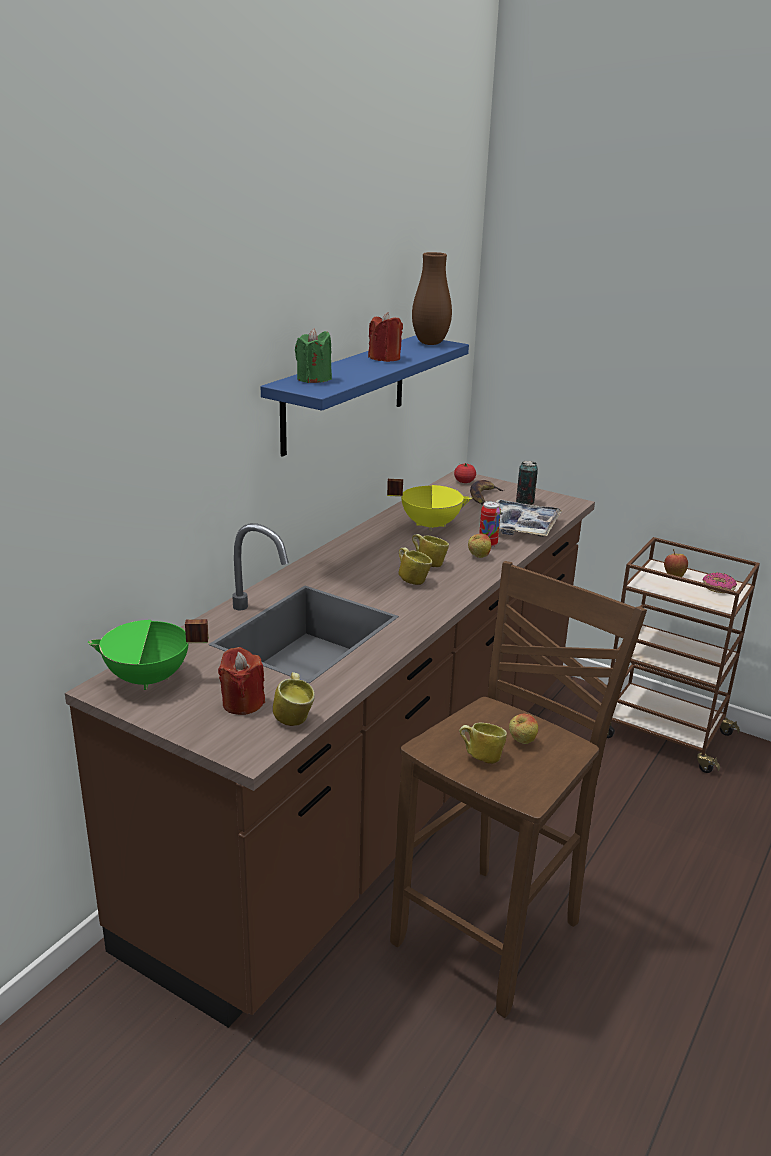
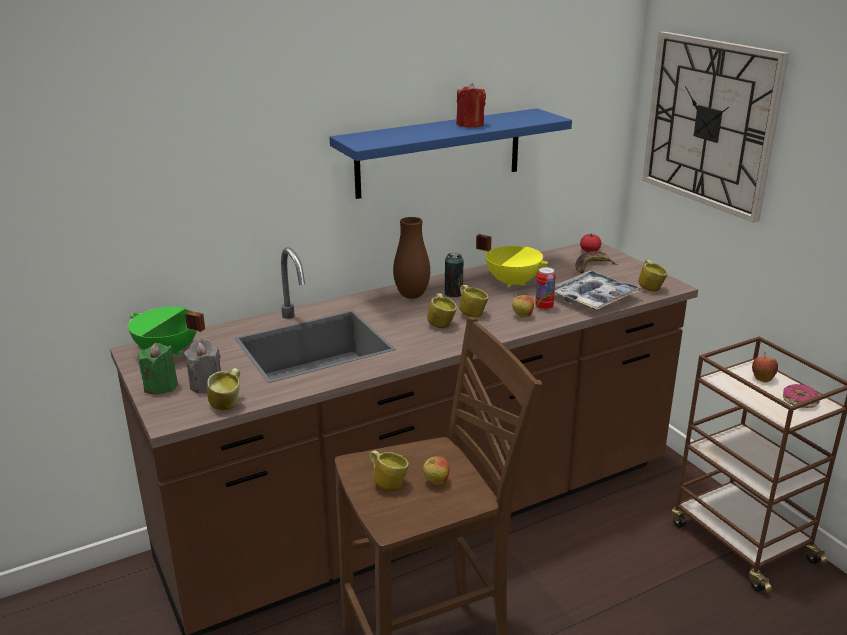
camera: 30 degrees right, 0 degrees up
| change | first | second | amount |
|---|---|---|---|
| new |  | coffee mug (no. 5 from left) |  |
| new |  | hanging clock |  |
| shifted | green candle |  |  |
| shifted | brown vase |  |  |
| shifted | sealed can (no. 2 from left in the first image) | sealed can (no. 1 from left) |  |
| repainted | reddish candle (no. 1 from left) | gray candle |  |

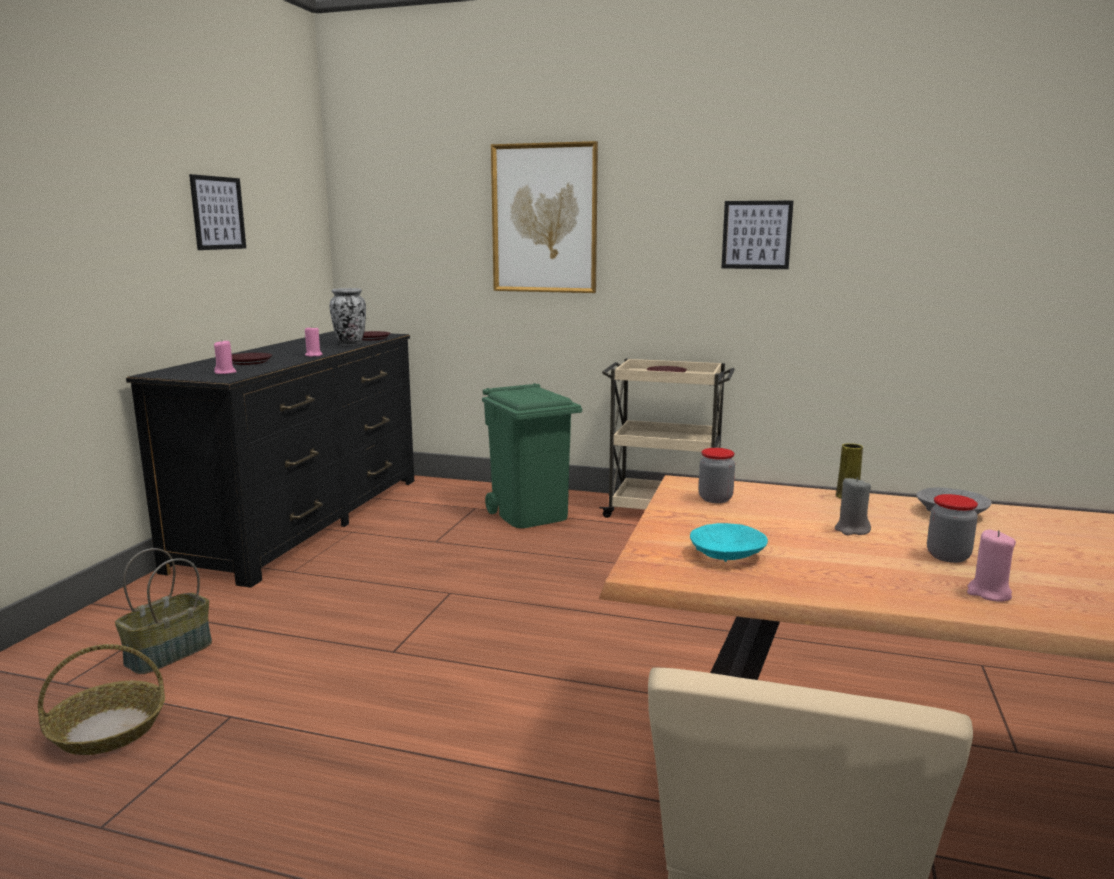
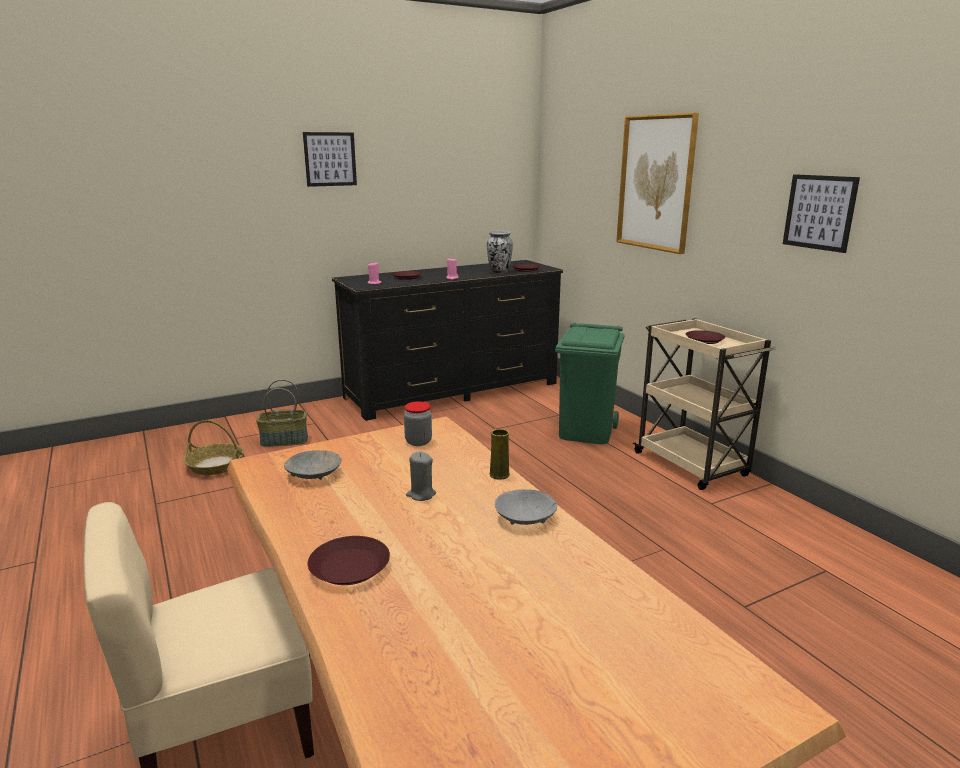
camera: 45 degrees right, 5 degrees up
| change | first | second | amount |
|---|---|---|---|
| gone | jar (no. 2 from left) |  |  |
| shifted | wall picture (no. 1 from left) |  |  |
| swapped | pink candle (no. 3 from left) | brown flat dish (no. 1 from left) |  |
| repainted | turquoise serving bowl | gray serving bowl (no. 1 from left) |  |

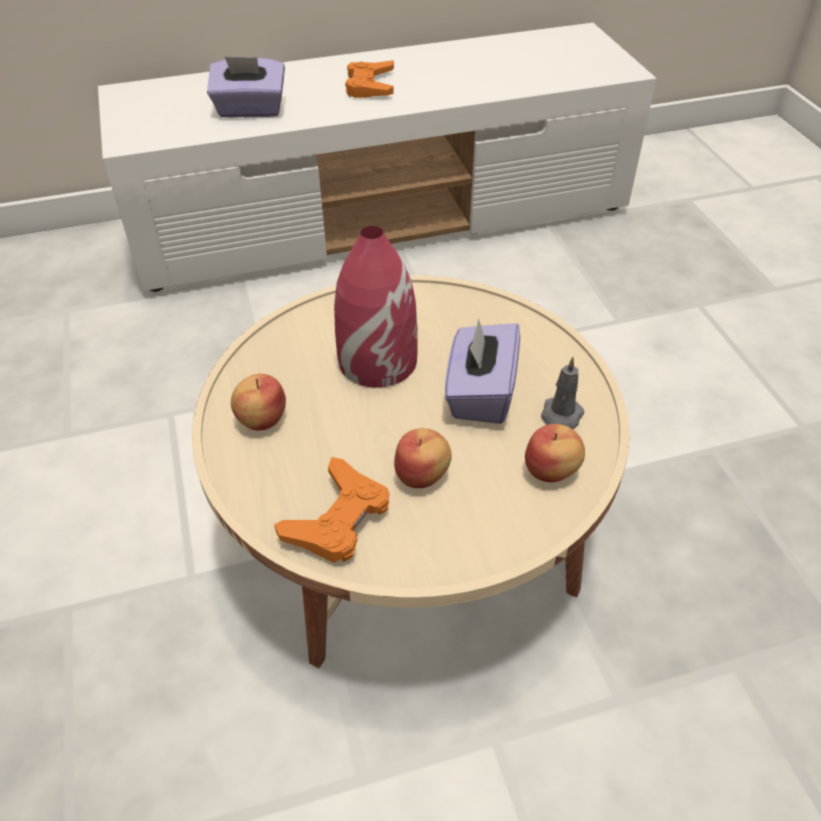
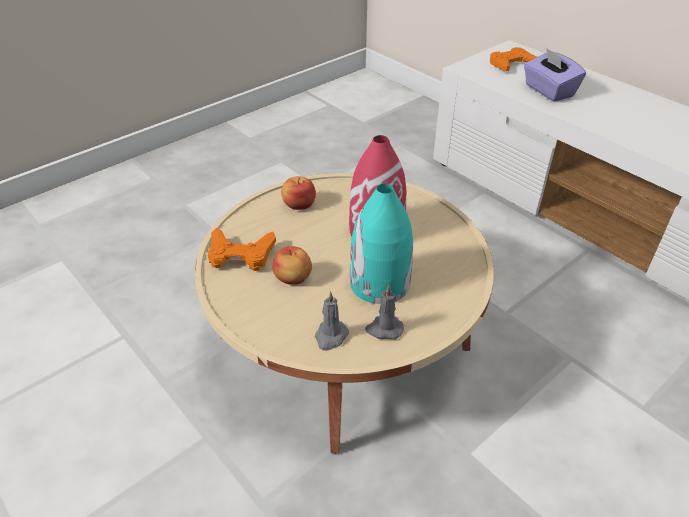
camera: 65 degrees right, 5 degrees down
| change | first | second | amount |
|---|---|---|---|
| shifted | orange joypad (no. 2 from left) |  |  |
| swapped | purplish tissue holder (no. 2 from left) | turquoise vase |  |
| swapped | apple (no. 3 from left) | gray candle (no. 1 from left) |  |

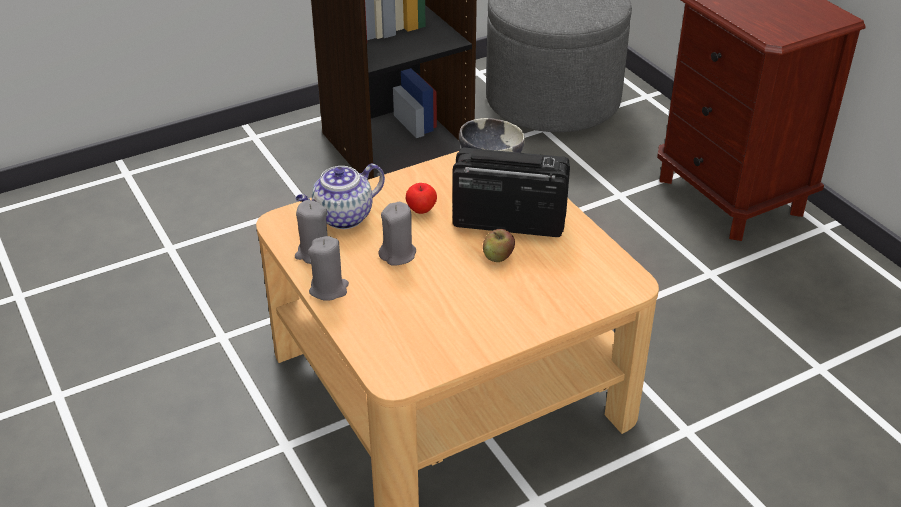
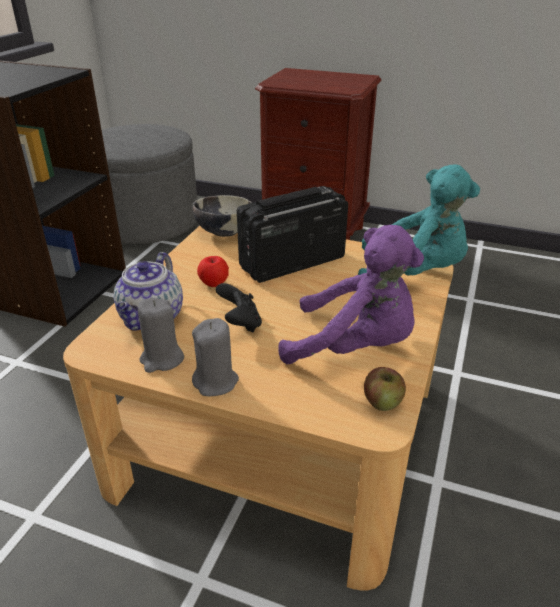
camera: 40 degrees left, 5 degrees down
| change | first | second | amount |
|---|---|---|---|
| new |  | purplish plush toy |  |
| new |  | turquoise plush toy |  |
| shifted | apple (no. 2 from left) |  |  |
| swapped | gray candle (no. 3 from left) | black joypad |  |

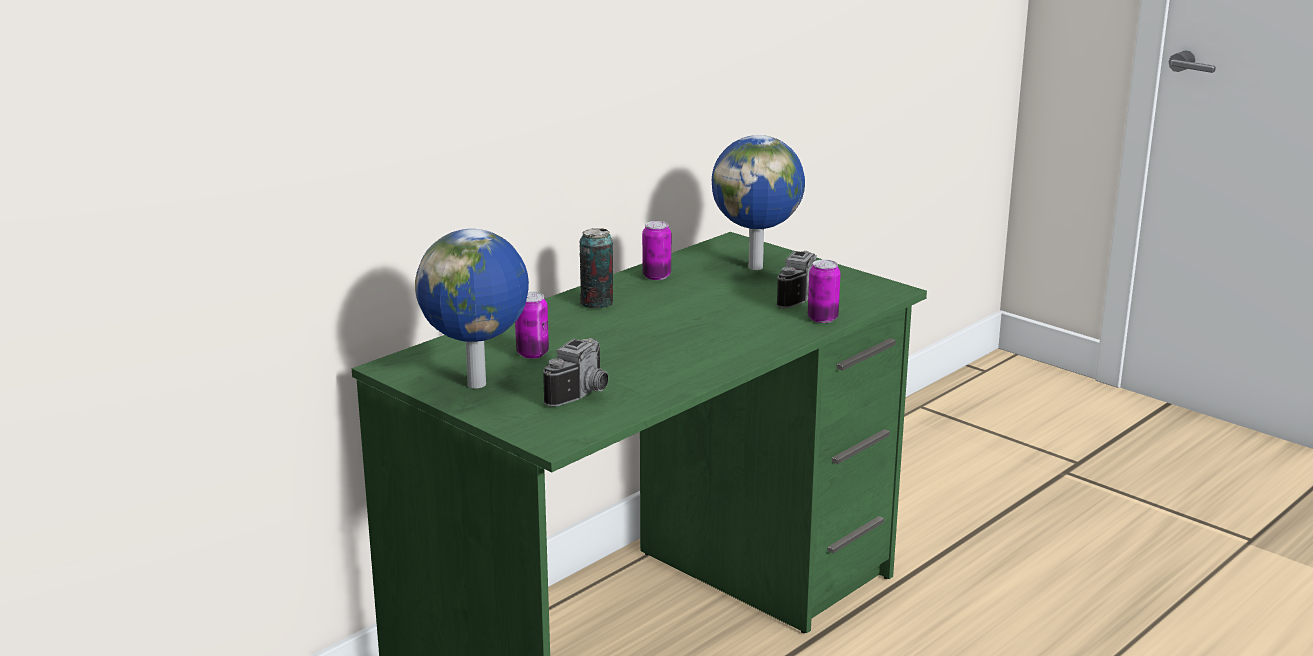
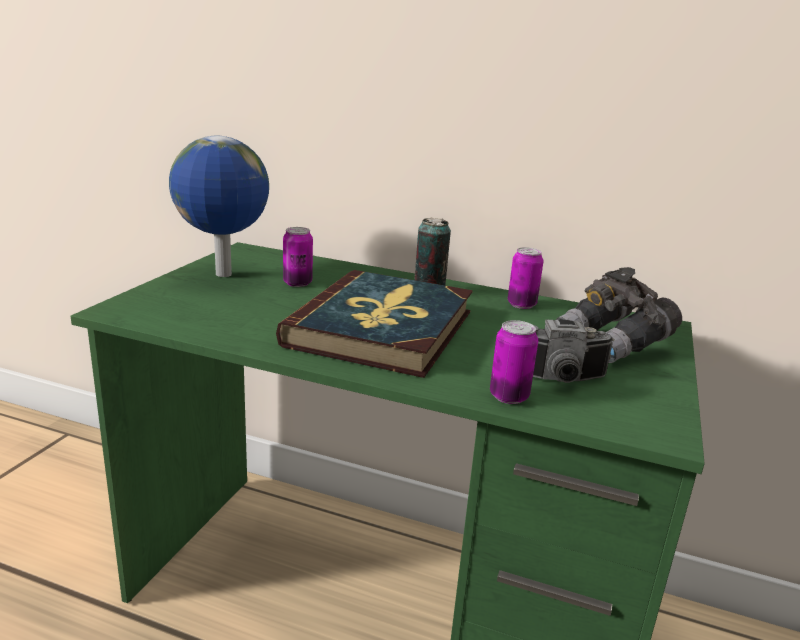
camera: 65 degrees right, 0 degrees up
| change | first | second | amount |
|---|---|---|---|
| gone | still camera (no. 1 from left) |  |  |
| new |  | bound book |  |
| swapped | desk globe (no. 2 from left) | gray pair of binoculars |  |

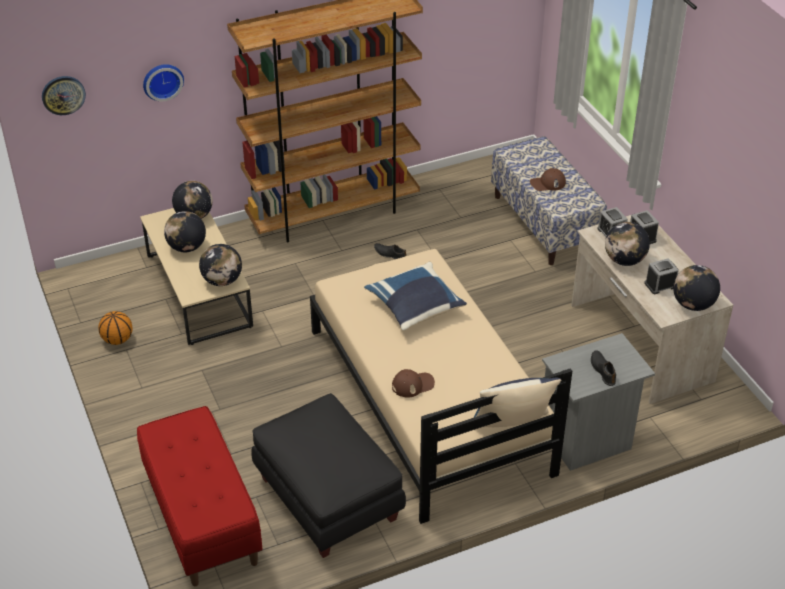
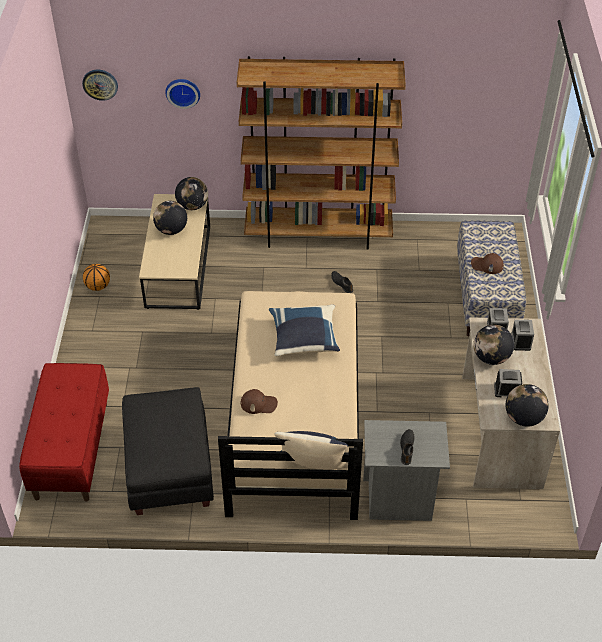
camera: 25 degrees right, 5 degrees up
| change | first | second | amount |
|---|---|---|---|
| gone | desk globe (no. 3 from left) |  |  |

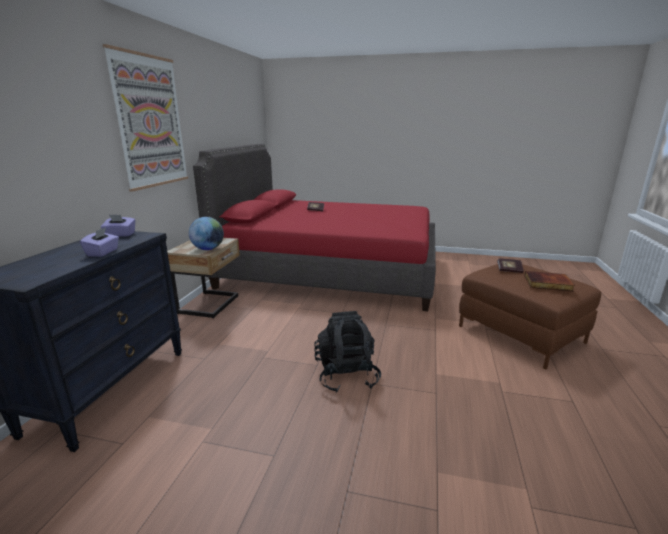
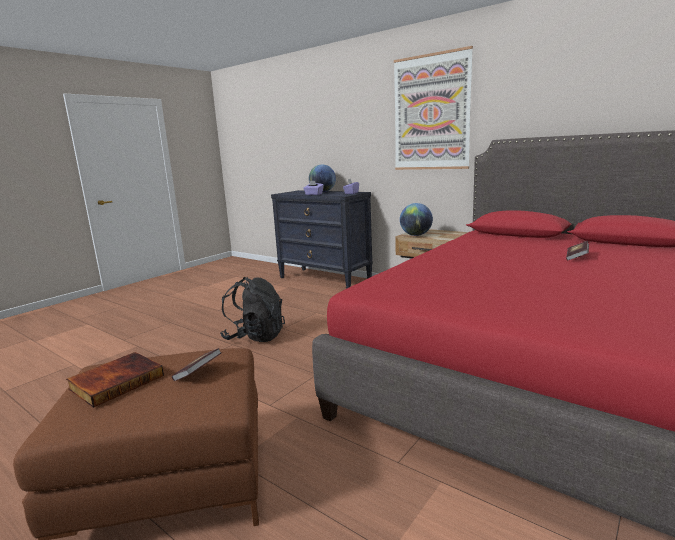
camera: 115 degrees right, 5 degrees down
| change | first | second | amount |
|---|---|---|---|
| new |  | desk globe (no. 1 from left) |  |

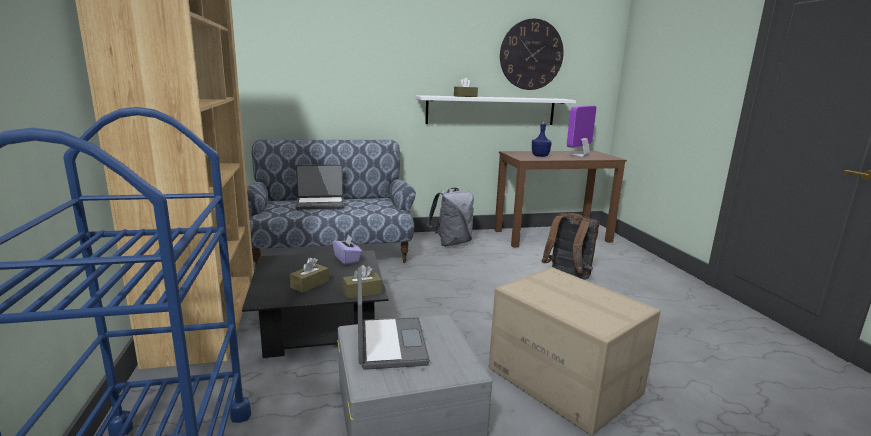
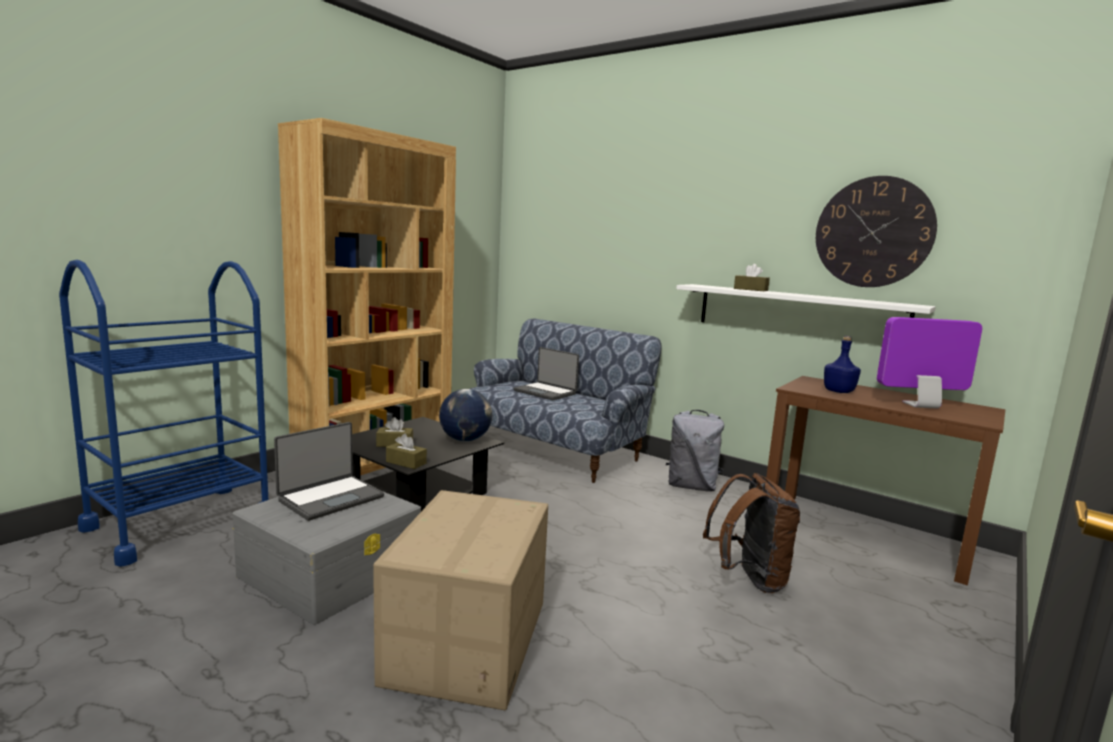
camera: 50 degrees right, 5 degrees down
| change | first | second | amount |
|---|---|---|---|
| swapped | purplish tissue holder | desk globe |  |

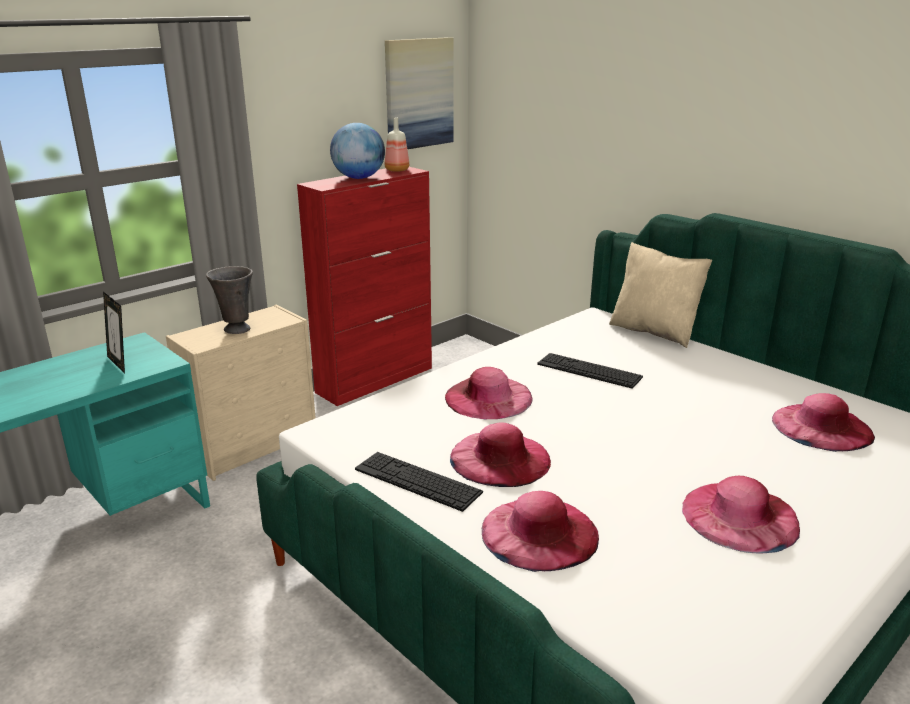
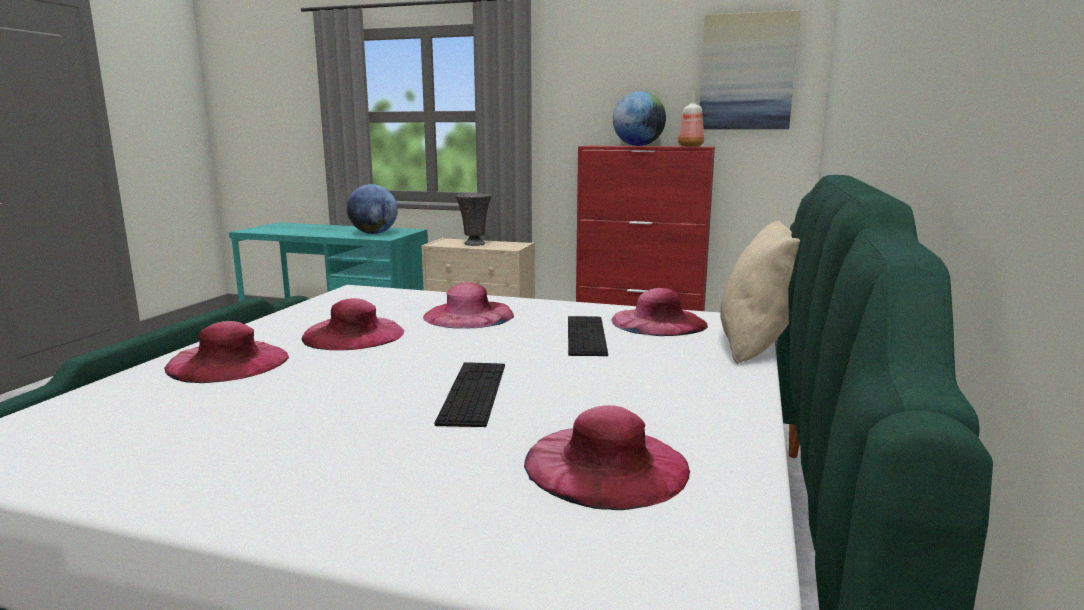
camera: 60 degrees right, 10 degrees down
| change | first | second | amount |
|---|---|---|---|
| shifted | keyboard (no. 1 from left) |  |  |
| shifted | pink wearable hat (no. 4 from left in the first image) | pink wearable hat (no. 5 from left) |  |
| swapped | standing frame | desk globe (no. 1 from left) |  |

